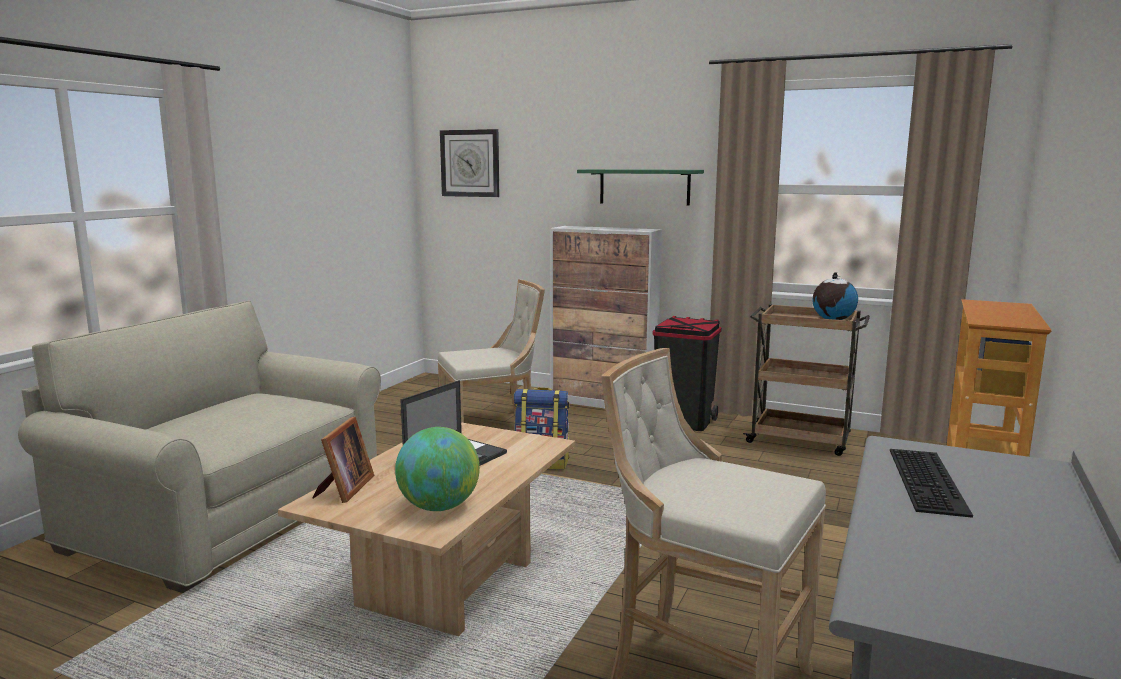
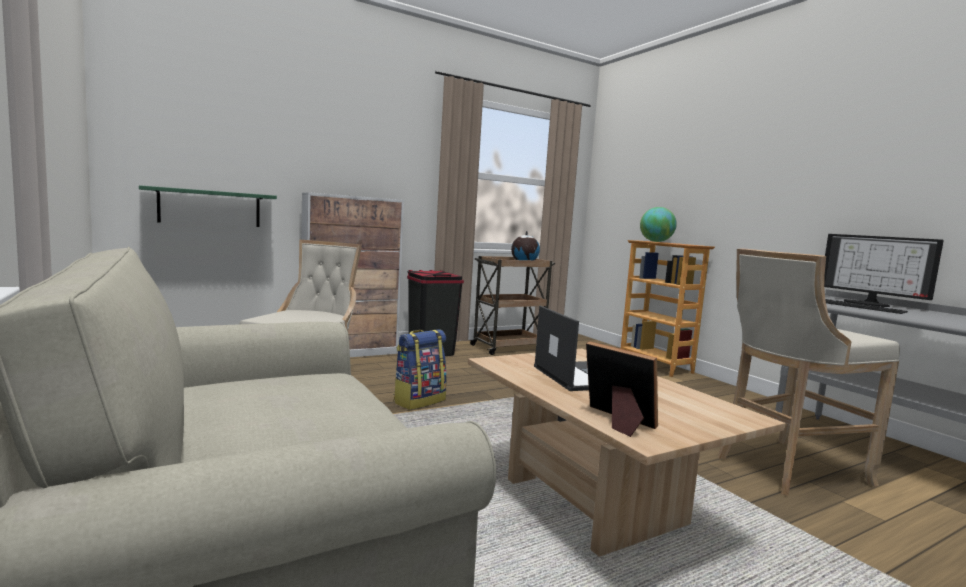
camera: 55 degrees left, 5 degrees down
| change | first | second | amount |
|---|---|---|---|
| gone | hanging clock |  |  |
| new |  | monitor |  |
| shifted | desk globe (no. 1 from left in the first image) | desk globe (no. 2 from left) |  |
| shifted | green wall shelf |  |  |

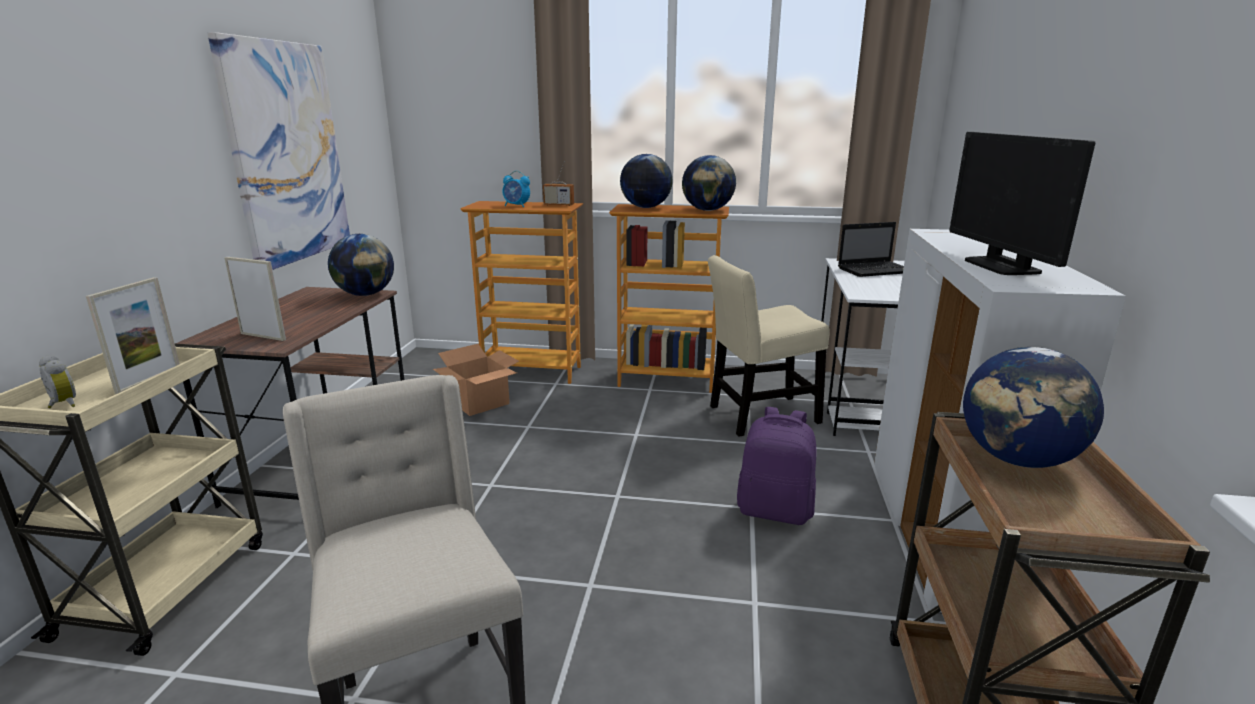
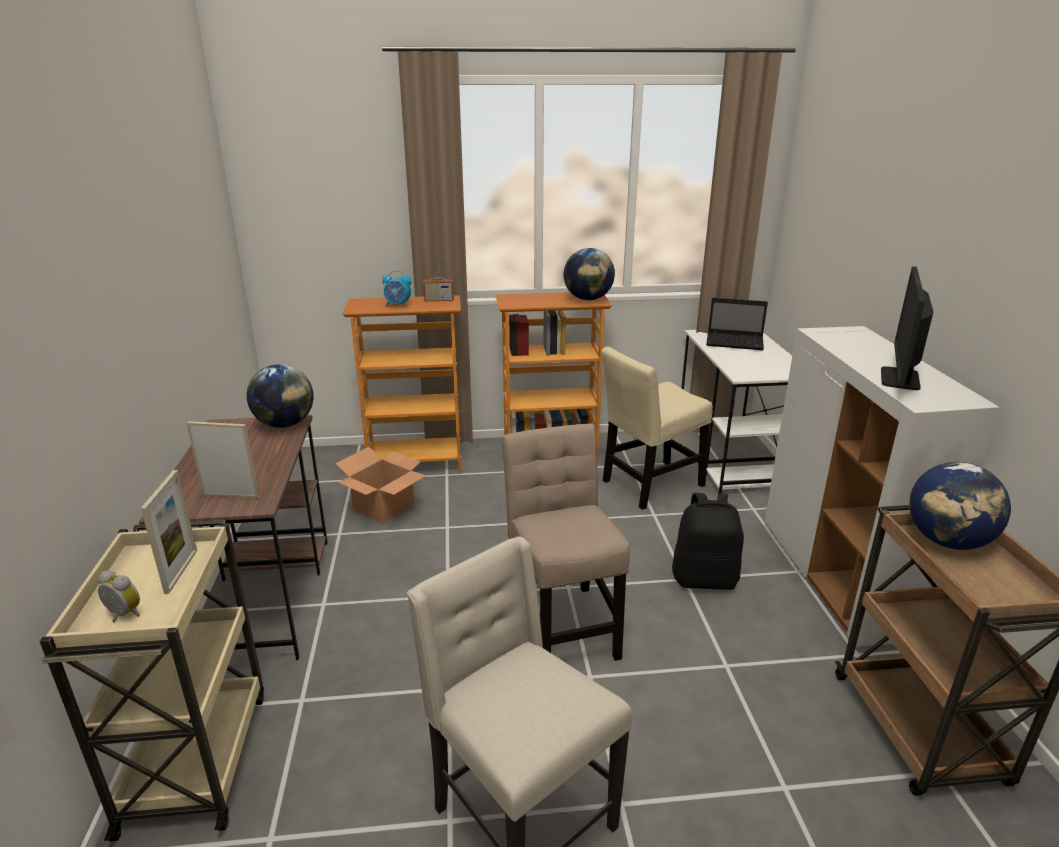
camera: 15 degrees left, 5 degrees up
| change | first | second | amount |
|---|---|---|---|
| gone | wall picture |  |  |
| gone | desk globe (no. 2 from left) |  |  |
| new |  | beige chair (no. 2 from left) |  |
| repainted | purplish knapsack | black knapsack |  |
| rotated | laptop |  | 45 degrees clockwise |
| rotated | monitor |  | 45 degrees clockwise |

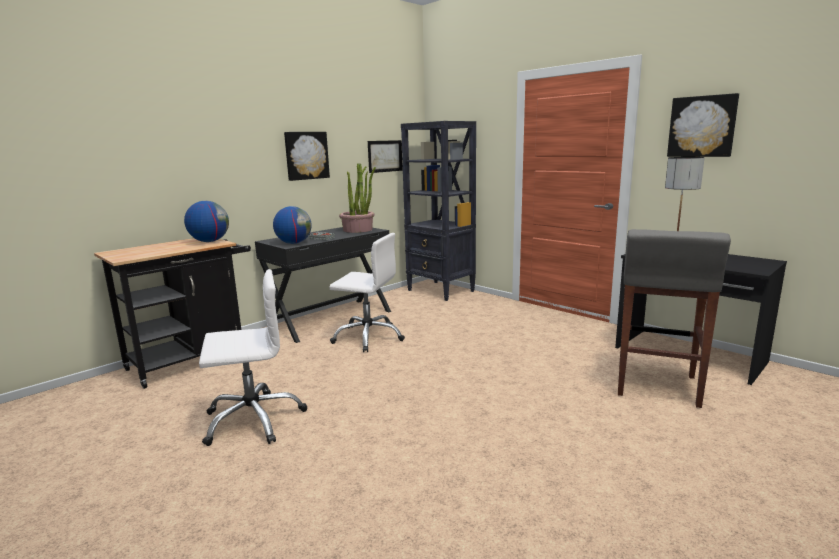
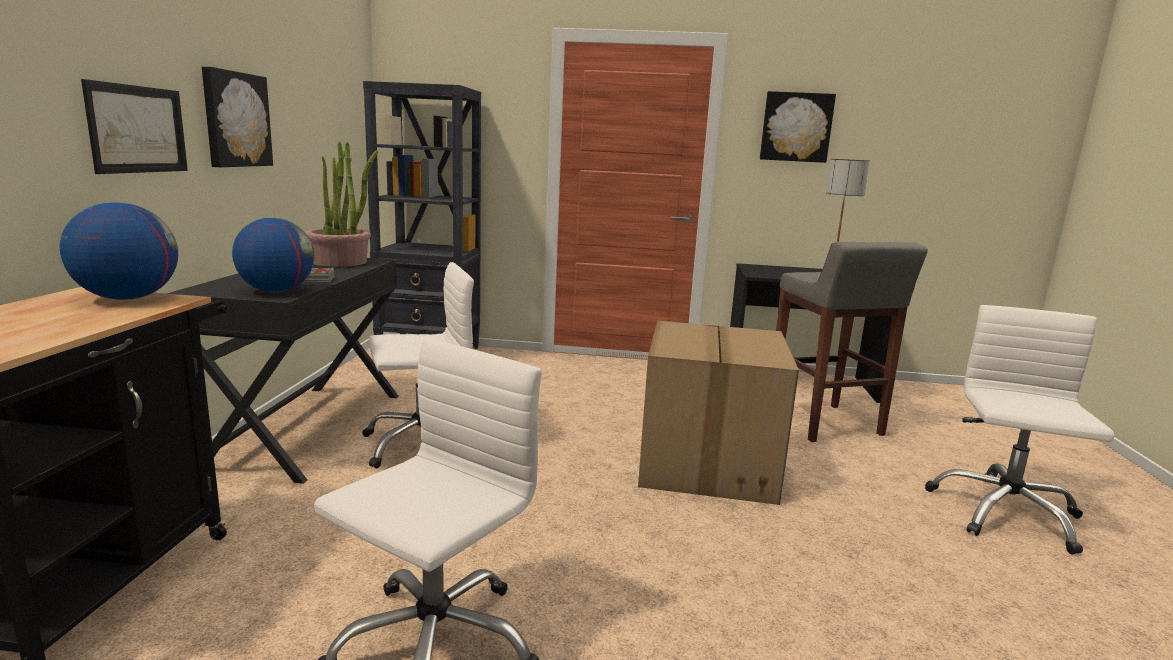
camera: 40 degrees left, 0 degrees up
| change | first | second | amount |
|---|---|---|---|
| new |  | cardboard box |  |
| new |  | white office chair (no. 3 from left) |  |
| shifted | wall picture (no. 2 from left in the first image) | wall picture (no. 1 from left) |  |

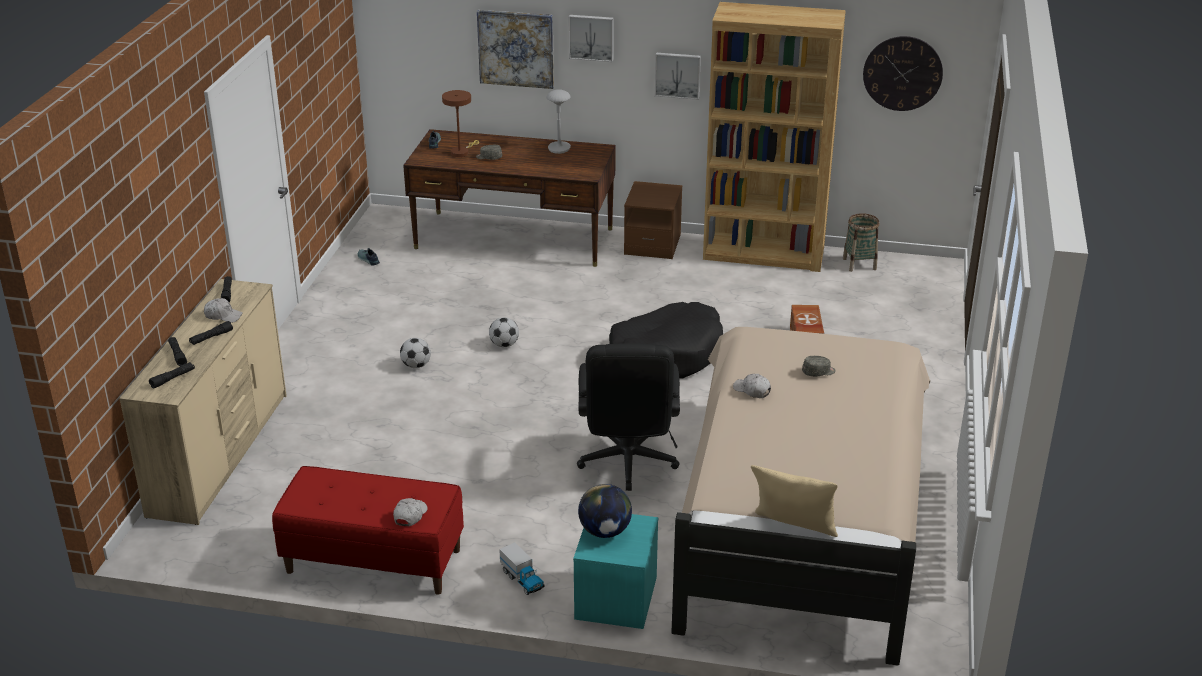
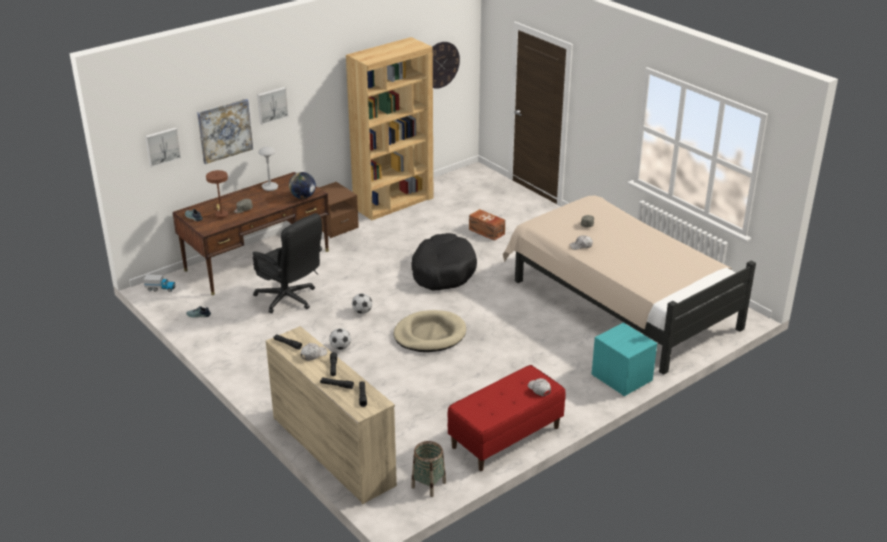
camera: 50 degrees left, 0 degrees up
| change | first | second | amount |
|---|---|---|---|
| gone | beige pillow |  |  |
| new |  | beige dog bed |  |
| shifted | model truck |  |  |
| shifted | black office chair |  |  |
| shifted | desk globe |  |  |
| shifted | wall picture (no. 3 from left in the first image) | wall picture (no. 1 from left) |  |
| shifted | household basket |  |  |

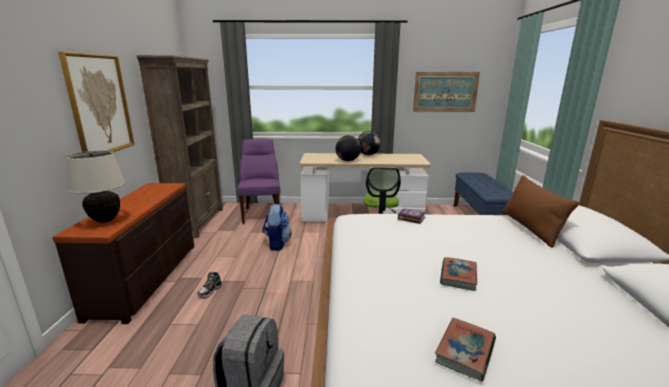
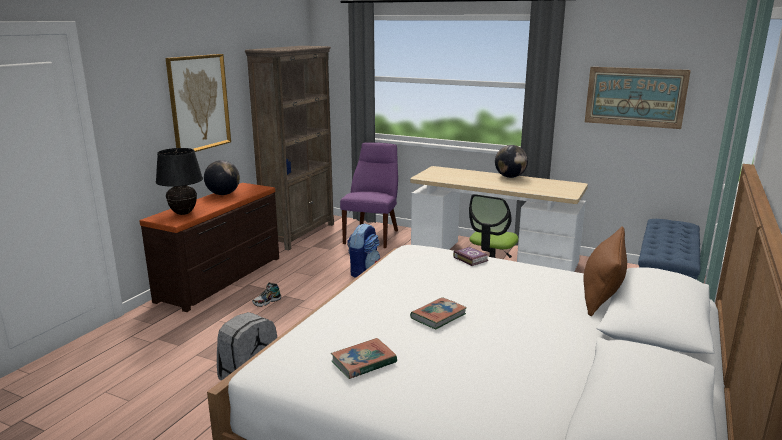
camera: 25 degrees right, 0 degrees up
| change | first | second | amount |
|---|---|---|---|
| shifted | desk globe (no. 1 from left) |  |  |
| repainted | beige lamp for a table | black lamp for a table |  |

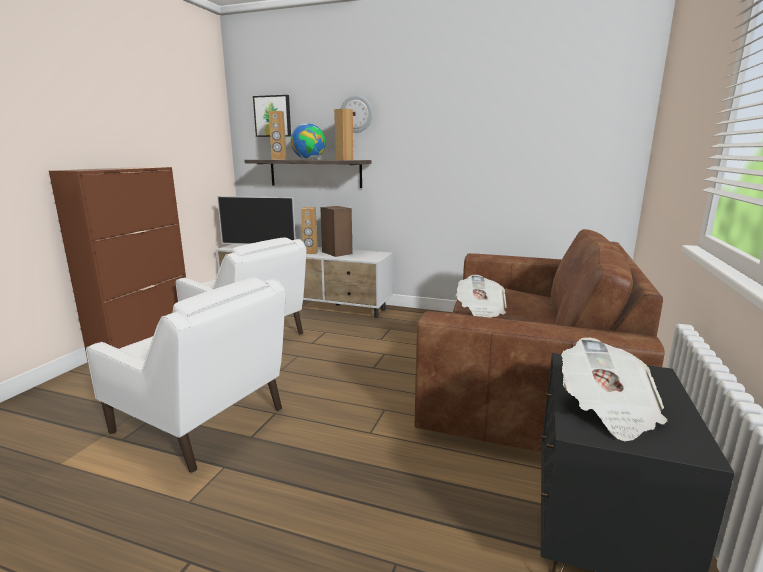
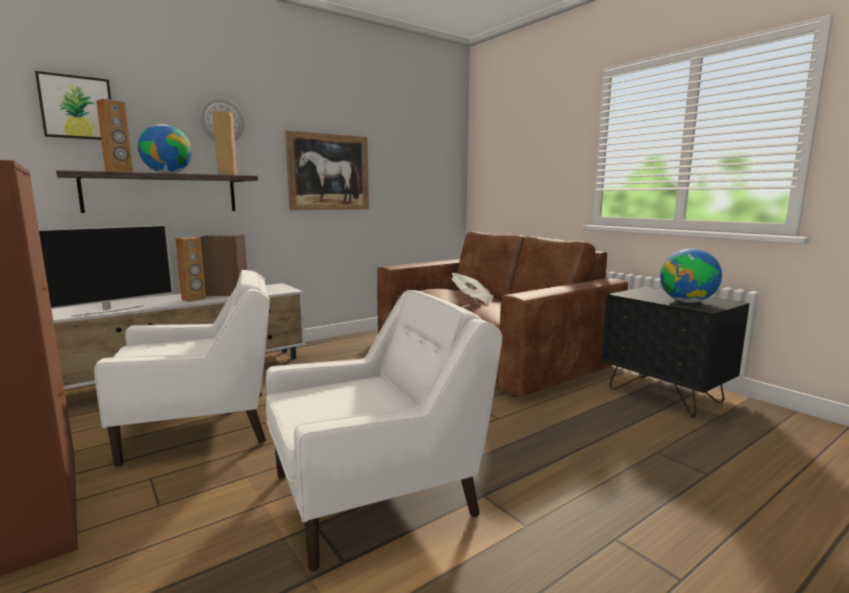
camera: 55 degrees left, 5 degrees down
| change | first | second | amount |
|---|---|---|---|
| new |  | wall picture (no. 2 from left) |  |
| swapped | daily paper (no. 2 from left) | desk globe (no. 2 from left) |  |

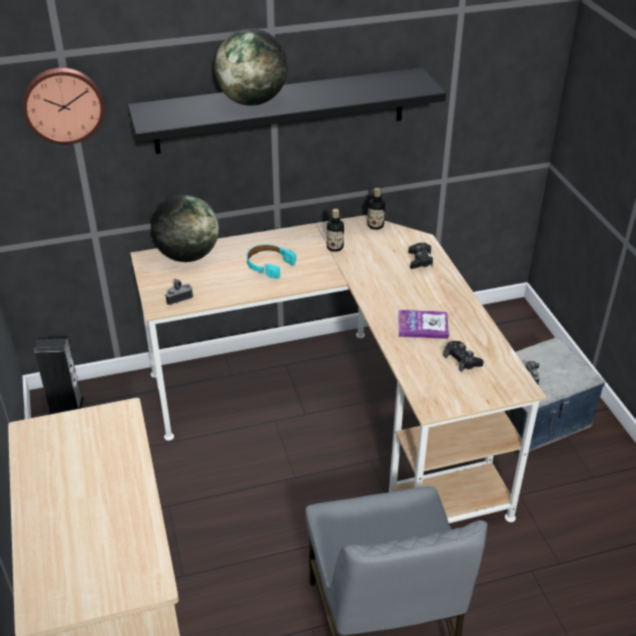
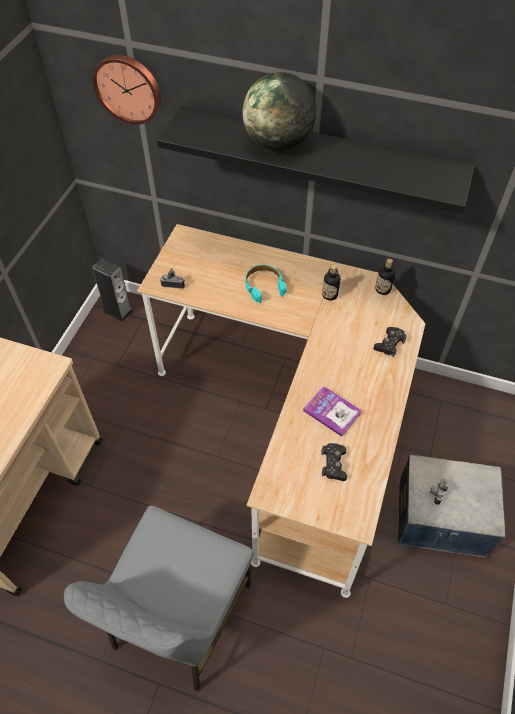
camera: 35 degrees right, 15 degrees up
| change | first | second | amount |
|---|---|---|---|
| gone | desk globe (no. 1 from left) |  |  |

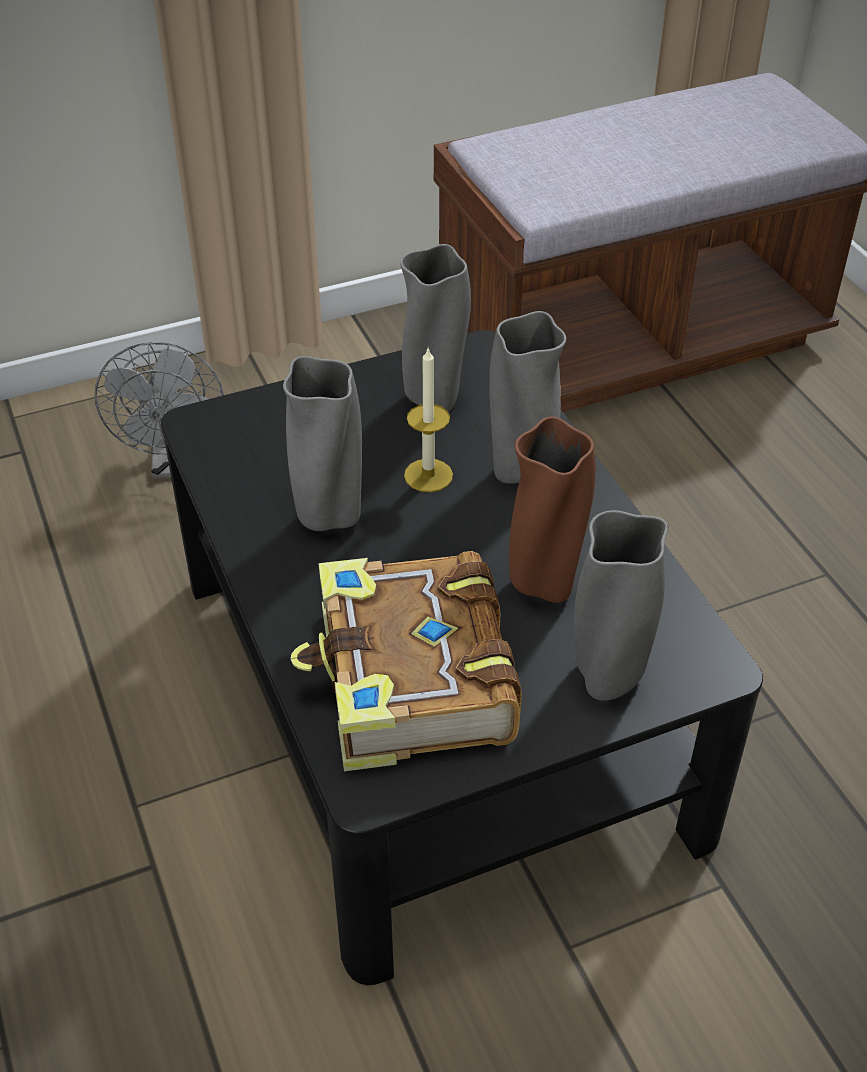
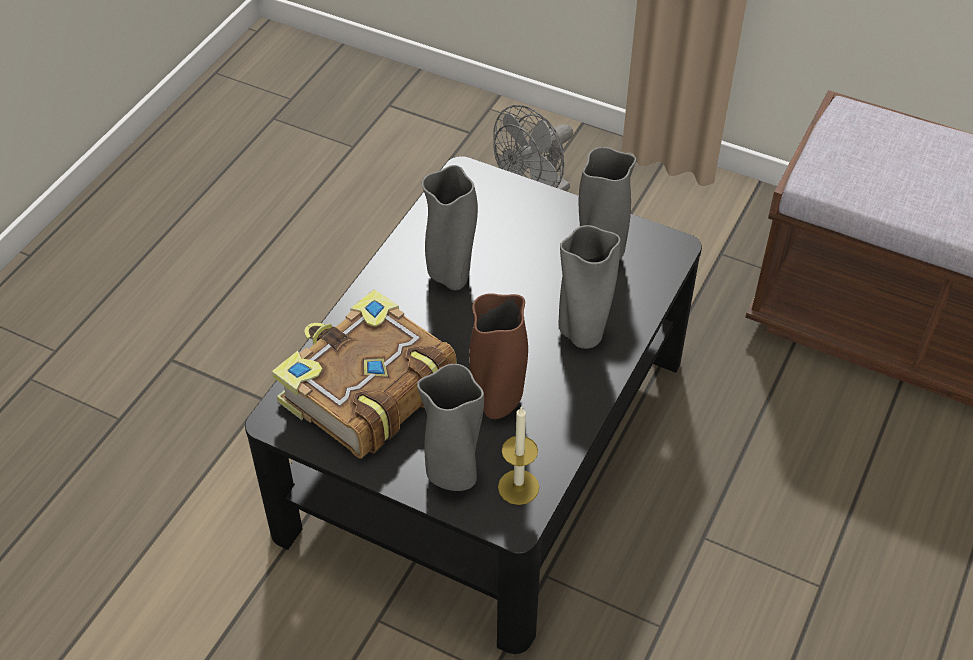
camera: 50 degrees right, 5 degrees up
| change | first | second | amount |
|---|---|---|---|
| shifted | candle |  |  |

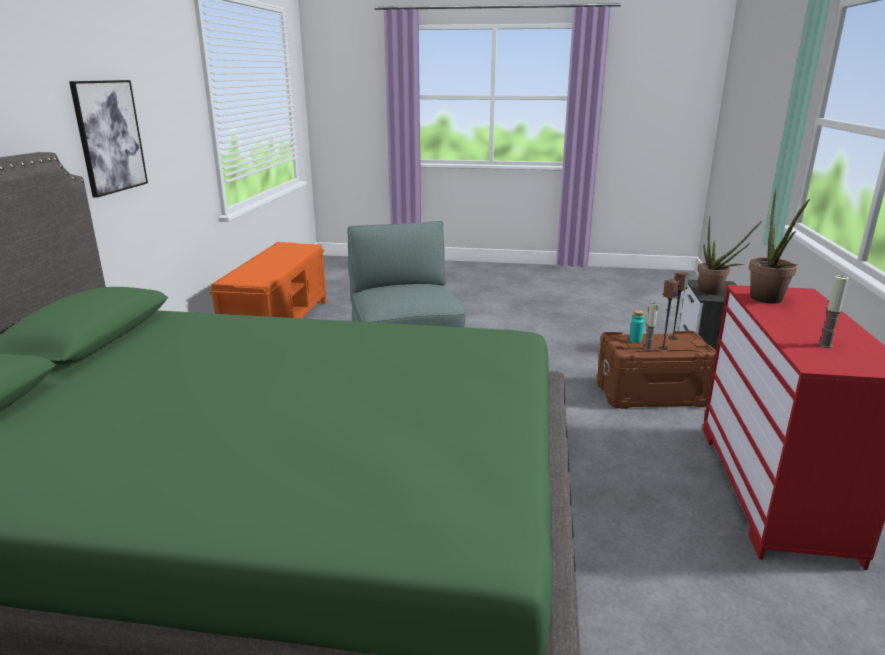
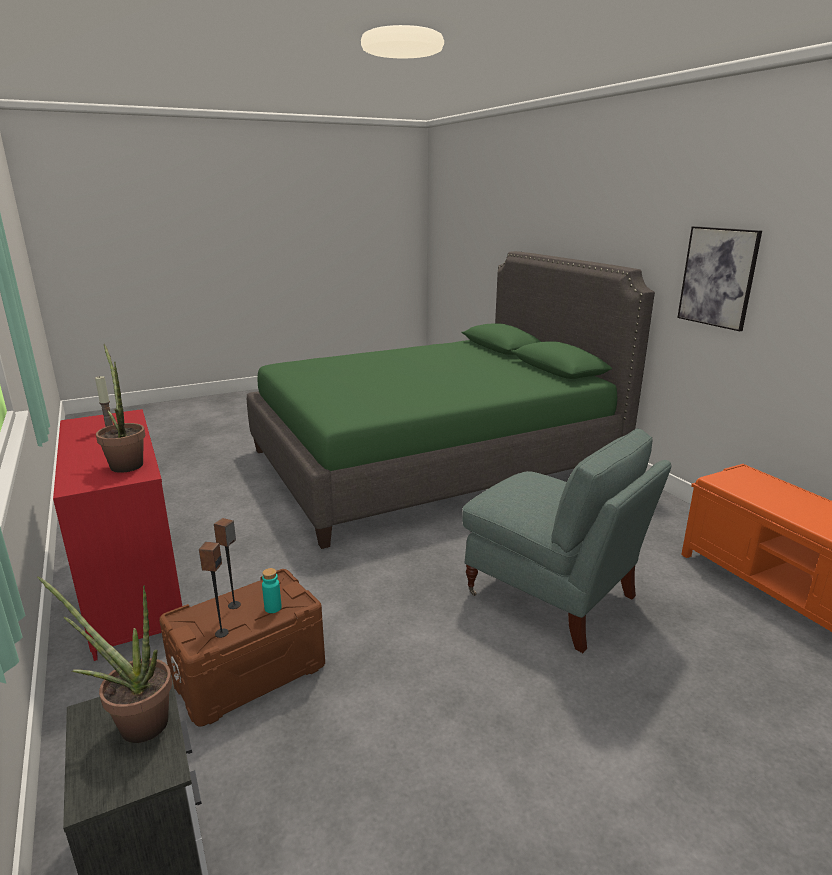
camera: 145 degrees right, 0 degrees up
| change | first | second | amount |
|---|---|---|---|
| gone | candle (no. 1 from left) |  |  |

